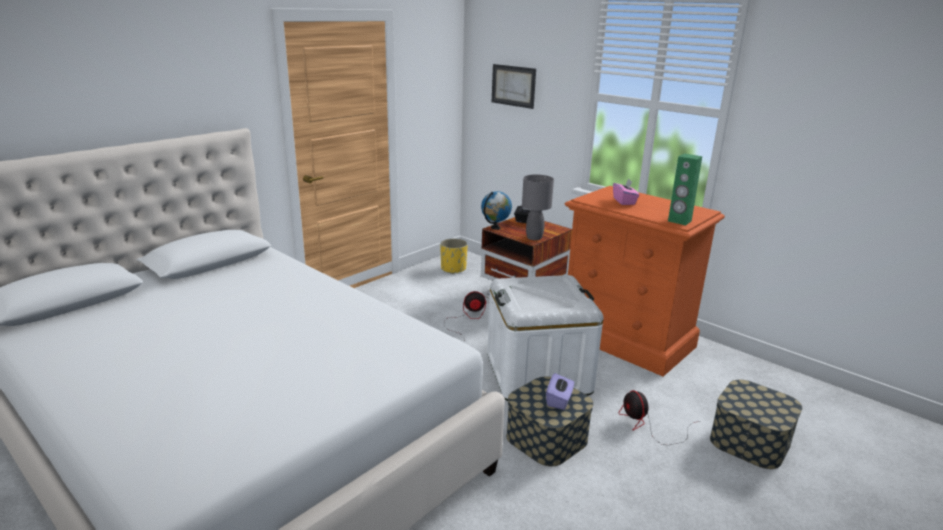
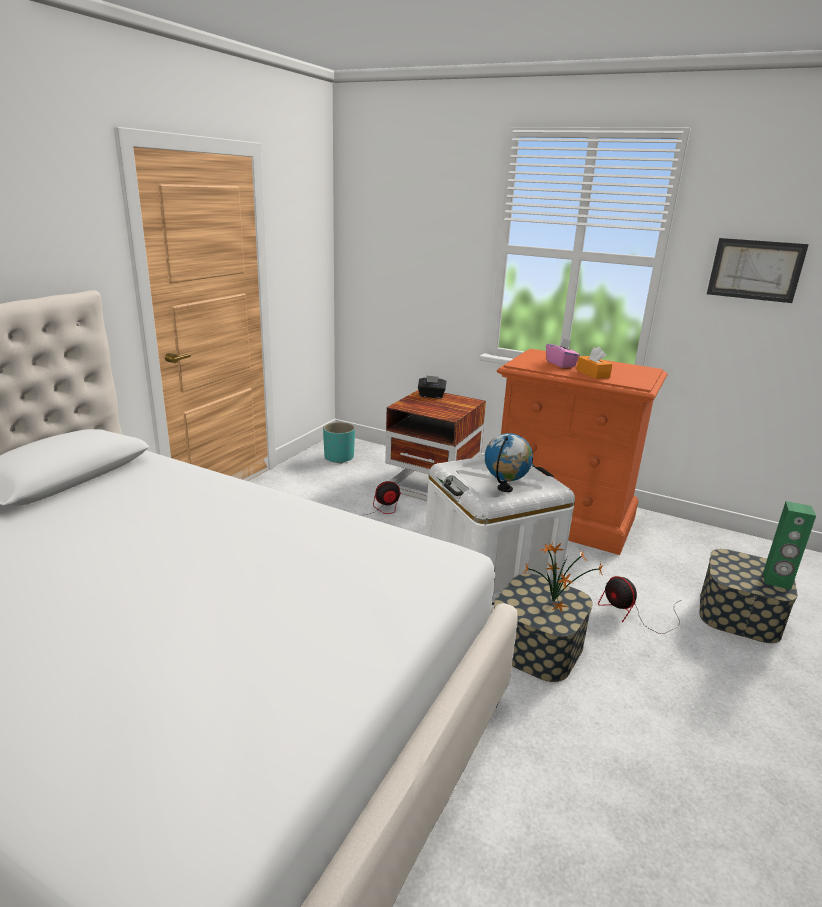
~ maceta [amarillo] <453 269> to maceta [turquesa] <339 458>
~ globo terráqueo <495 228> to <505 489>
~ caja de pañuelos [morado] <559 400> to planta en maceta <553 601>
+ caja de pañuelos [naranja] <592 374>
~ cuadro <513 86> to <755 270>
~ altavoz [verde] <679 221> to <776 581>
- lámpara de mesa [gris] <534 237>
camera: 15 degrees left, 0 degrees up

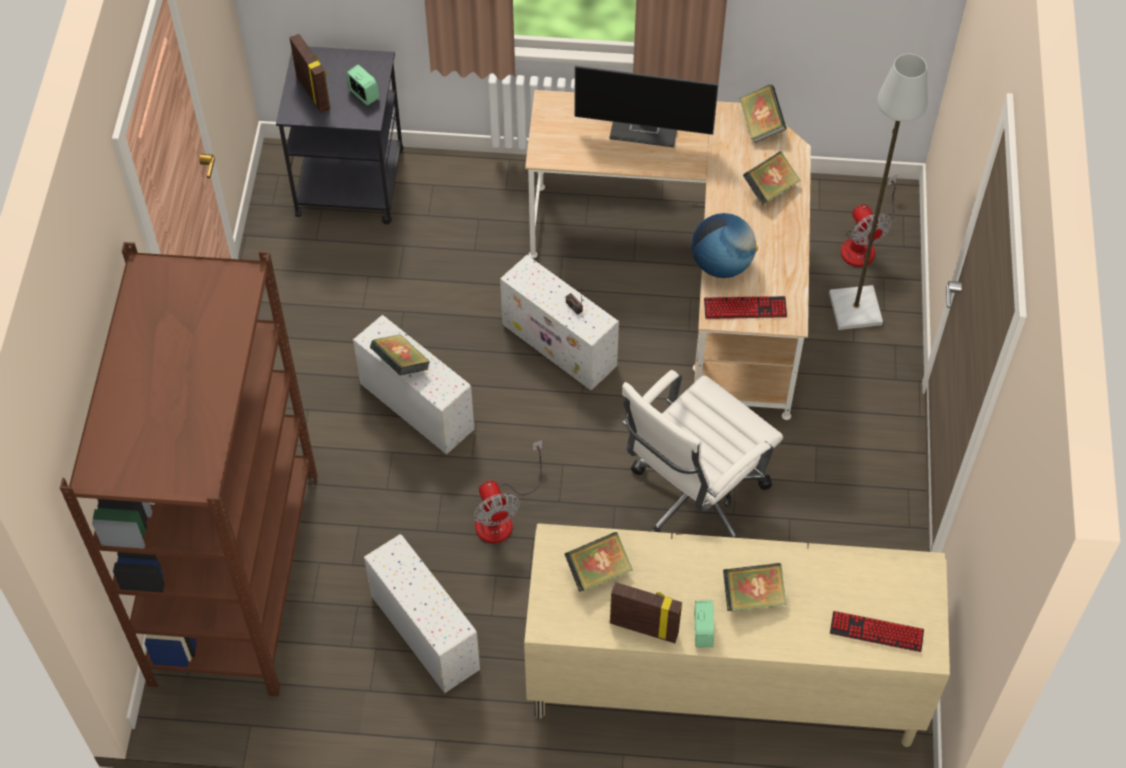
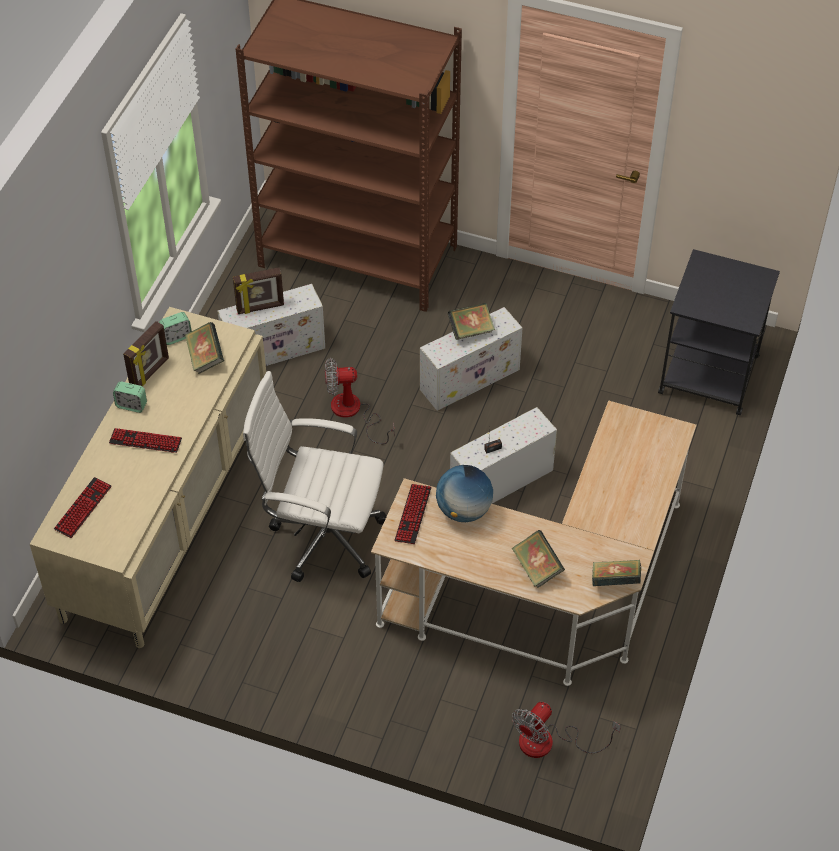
~ libro <753 596> to teclado <145 441>
~ despertador <364 95> to <176 337>
~ portarretratos <314 93> to <260 308>
~ silla de oficina [blanco] <693 501> = <322 537> 45 degrees counterclockwise
~ ventilador <863 243> = <549 742> 45 degrees counterclockwise
- monitor <646 128>
- lámpara de pie [gris] <854 308>
camera: 105 degrees right, 5 degrees down

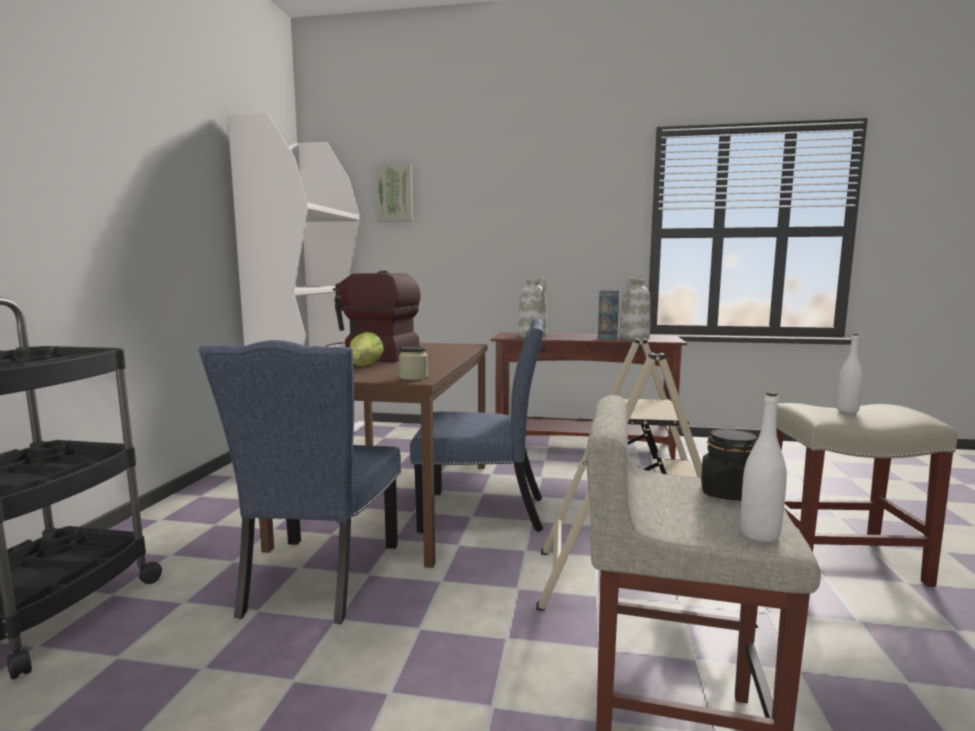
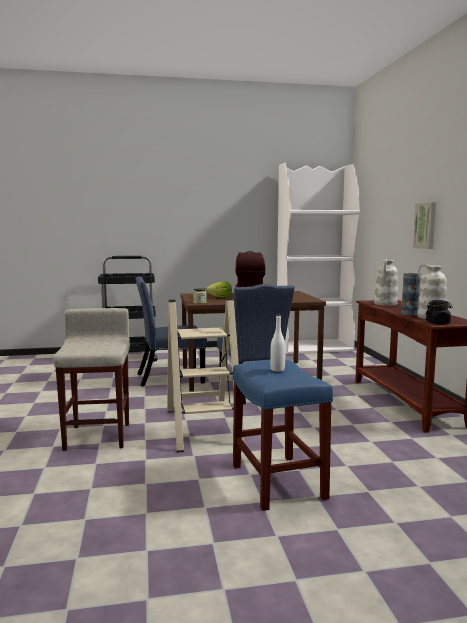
~ taburete [beis] <837 560> to taburete [azul] <276 481>
~ cuadro <395 194> to <426 225>
~ tarro [negro] <728 493> to <438 323>
- botella [blanco] <759 534>
camera: 70 degrees right, 0 degrees up

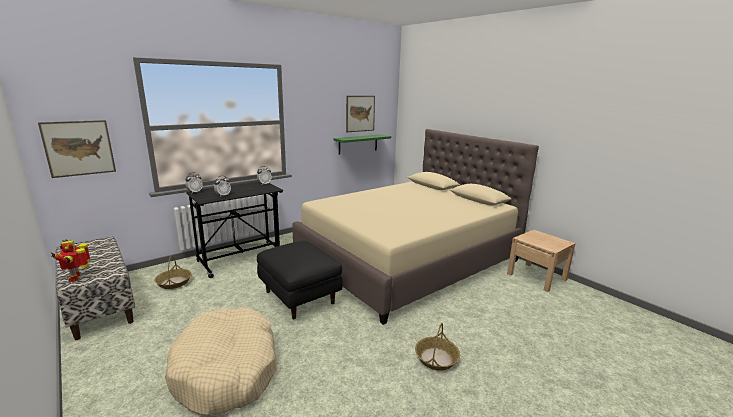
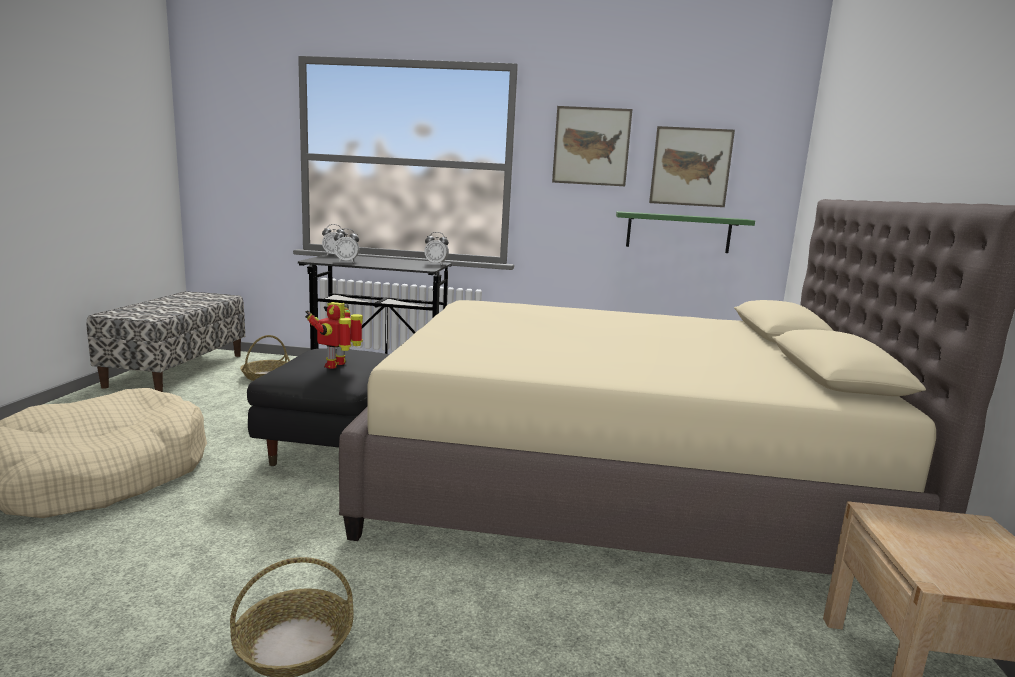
~ robot de juguete <76 277> to <337 365>
~ cuadro <79 148> to <591 146>
camera: 45 degrees right, 5 degrees down

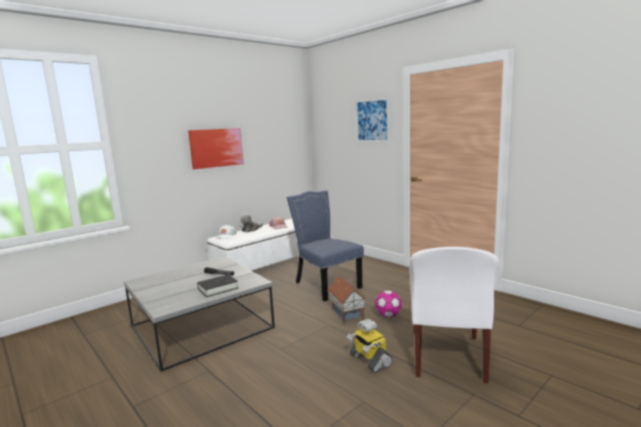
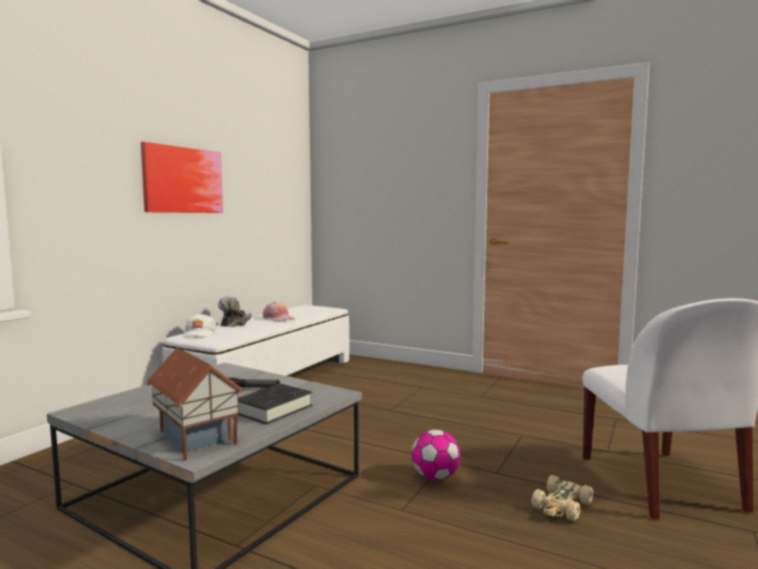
~ casita <346 315> to <194 438>
~ balón de fútbol <388 316> to <435 477>
~ robot de juguete <369 360> to coche de juguete [beis] <562 506>
- silla [azul] <327 286>
- cuadro <372 120>
camera: 20 degrees left, 5 degrees down

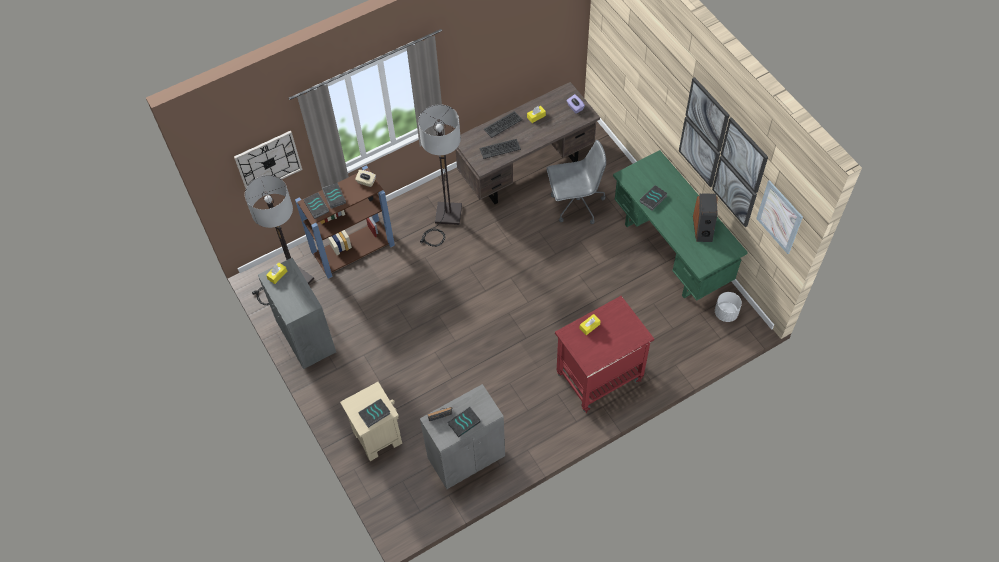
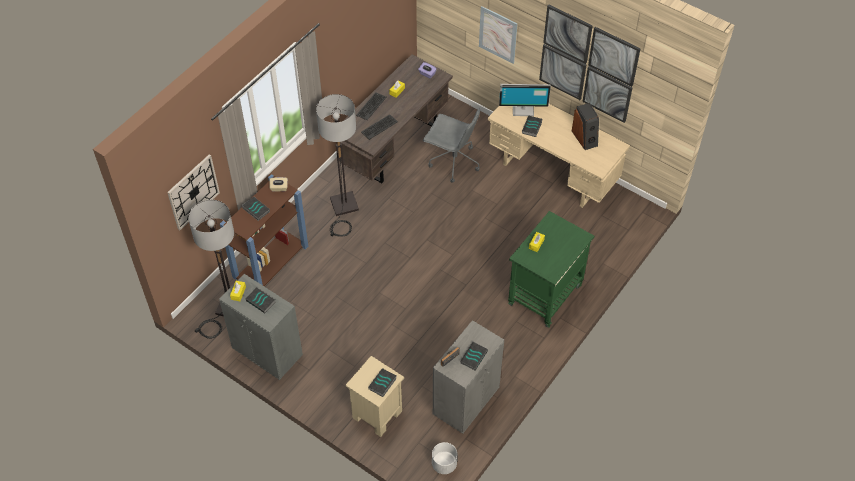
~ libro <317 207> to <261 301>
~ silla de oficina [gris] <575 205> = <452 162> 60 degrees clockwise
~ maceta [blanco] <725 313> to <444 464>
~ cuadro <779 217> to <498 34>
~ escritorio [verde] <671 252> to escritorio [beis] <553 174>
+ monitor <523 109>
~ carrito [rojo] <598 378> to carrito [verde] <544 296>
camera: 25 degrees left, 5 degrees down

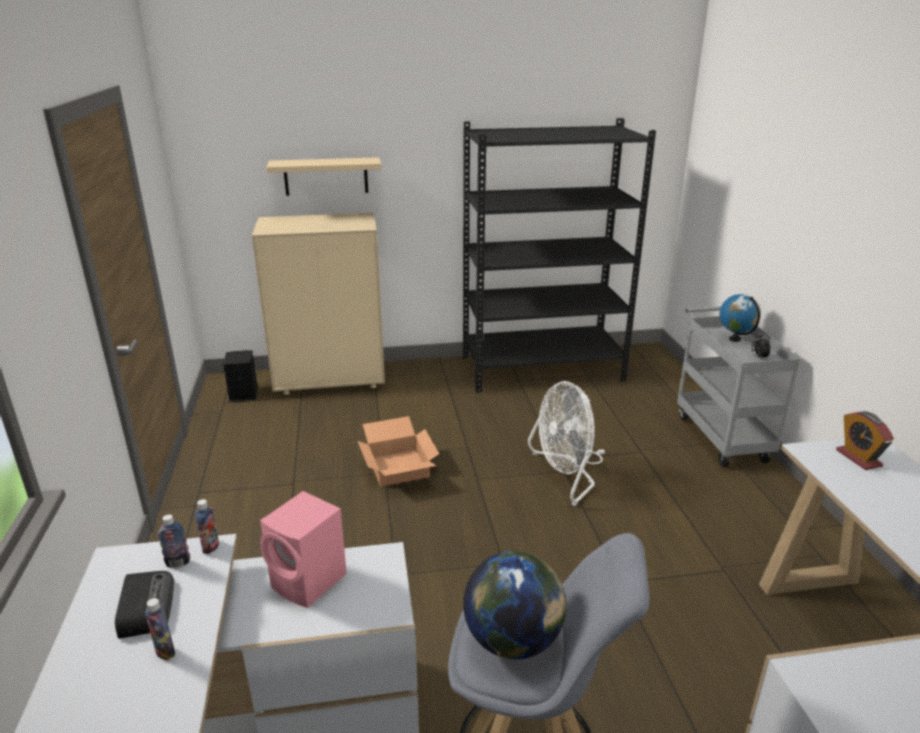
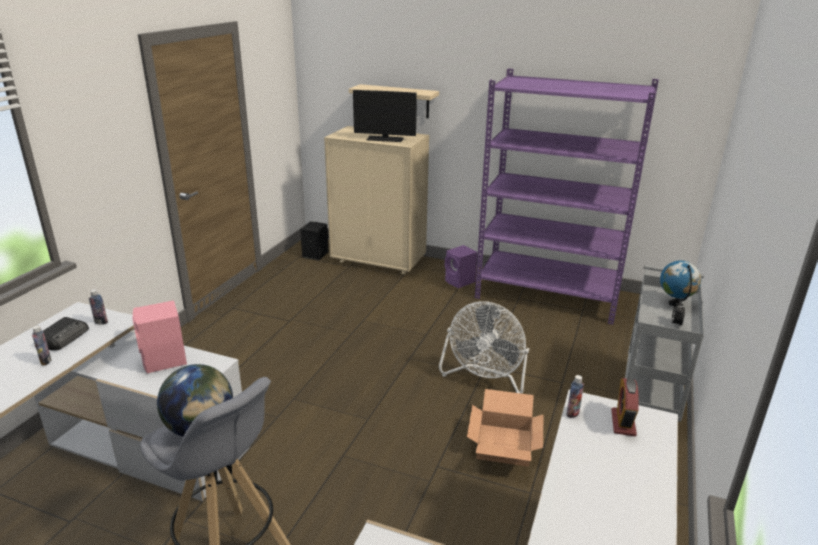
+ monitor <385 139>
~ ventilador [blanco] <568 472> = <483 377> 75 degrees counterclockwise
+ altavoz [morado] <460 282>
~ caja de cartón <400 467> to <505 445>
~ estantería [negro] <542 369> to estantería [morado] <548 295>
~ botella <211 547> to <572 413>
camera: 30 degrees right, 0 degrees up

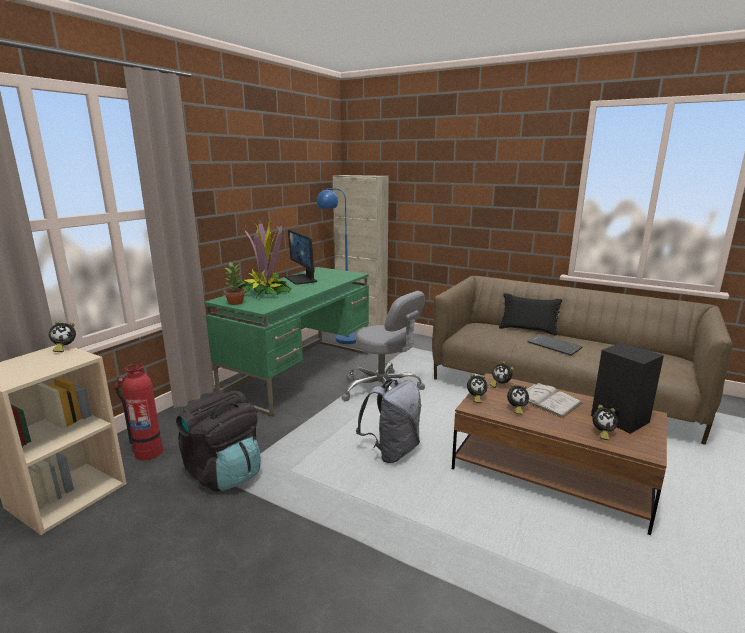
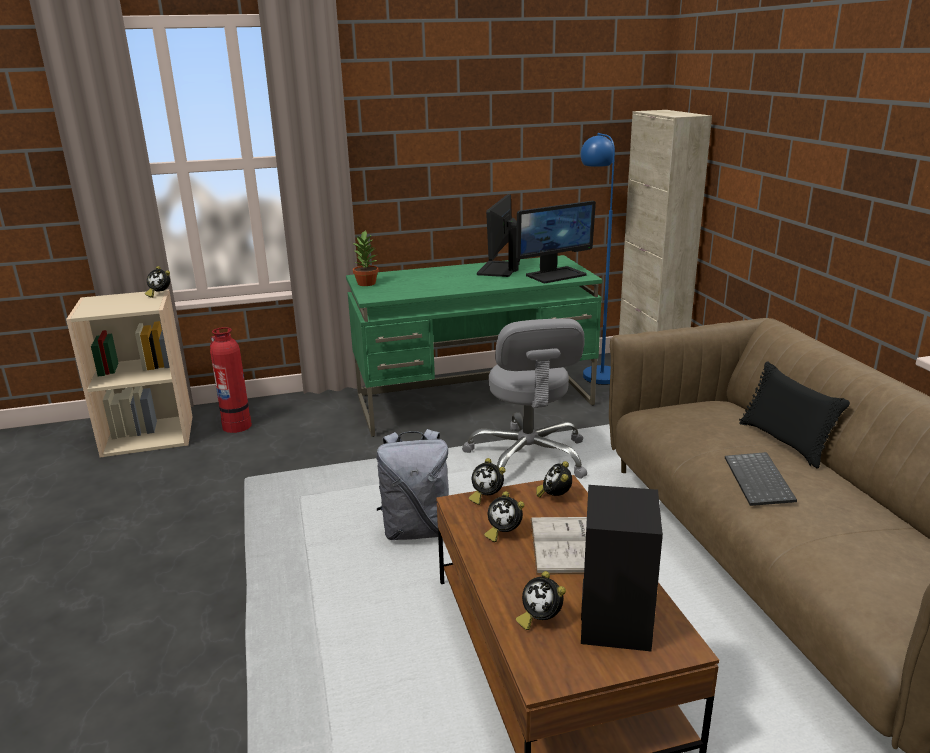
+ monitor <555 275>
- mochila [negro] <224 473>
- planta en maceta <265 292>
camera: 45 degrees right, 5 degrees up

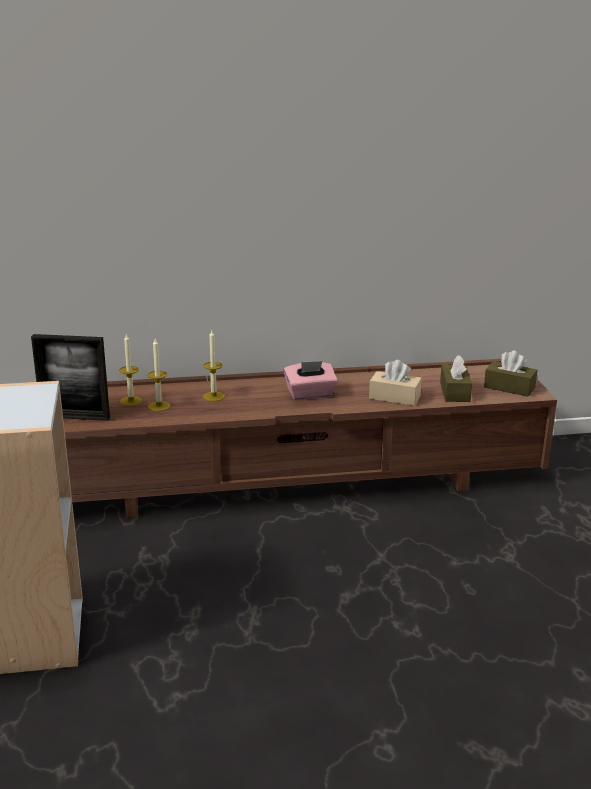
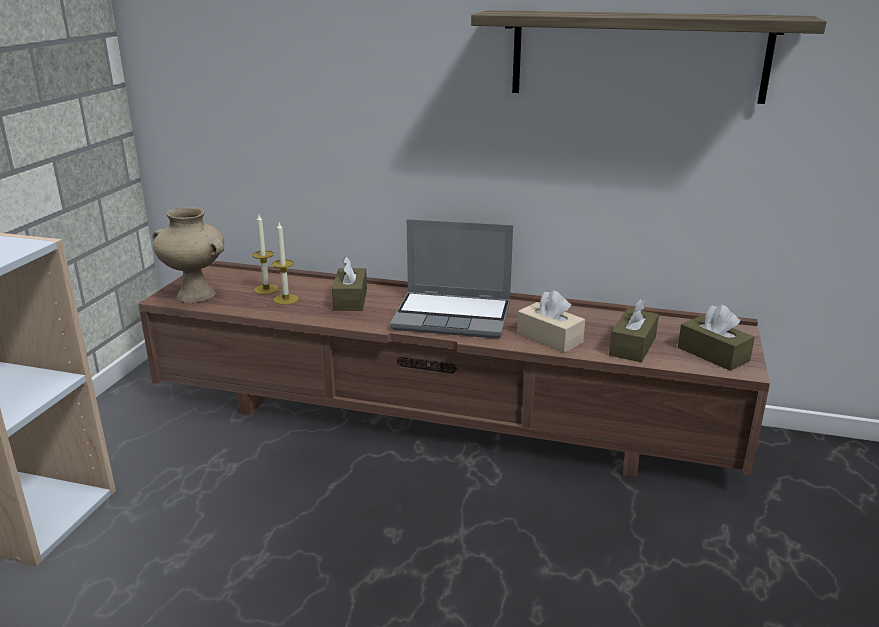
~ portarretratos <75 417> to florero [beis] <197 295>
~ vela <213 396> to caja de pañuelos [marrón] <350 299>
~ caja de pañuelos [rosa] <310 394> to portátil <454 316>
+ estante <638 56>
camera: 25 degrees right, 0 degrees up

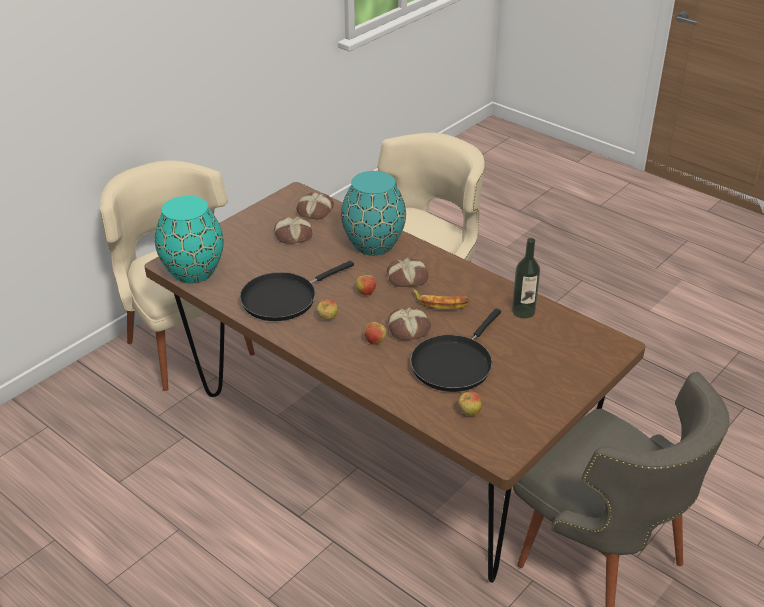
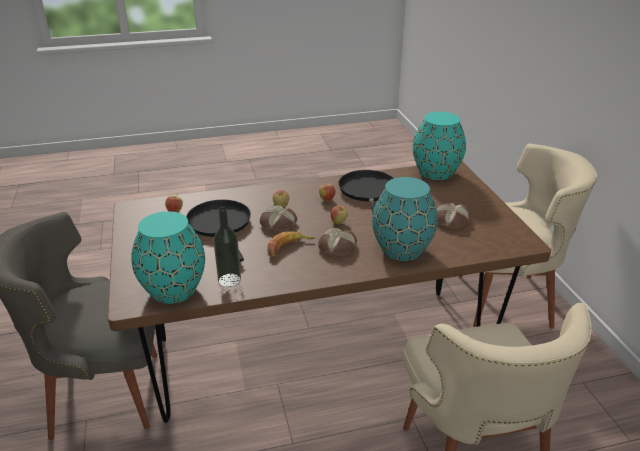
+ florero [turquesa] <172 290>
- pan <314 210>
camera: 125 degrees right, 5 degrees down

